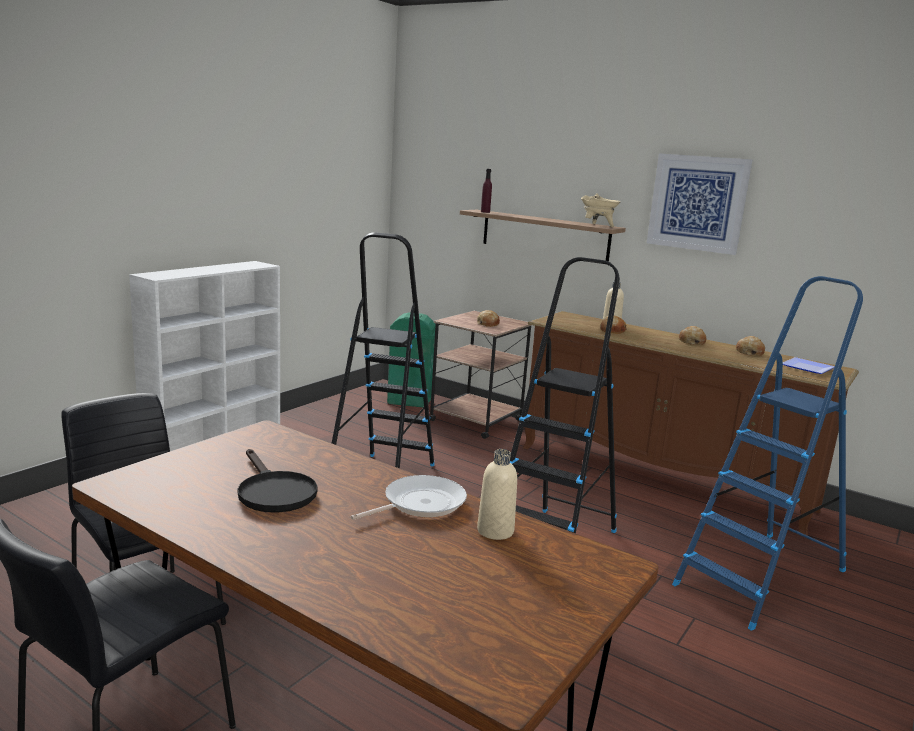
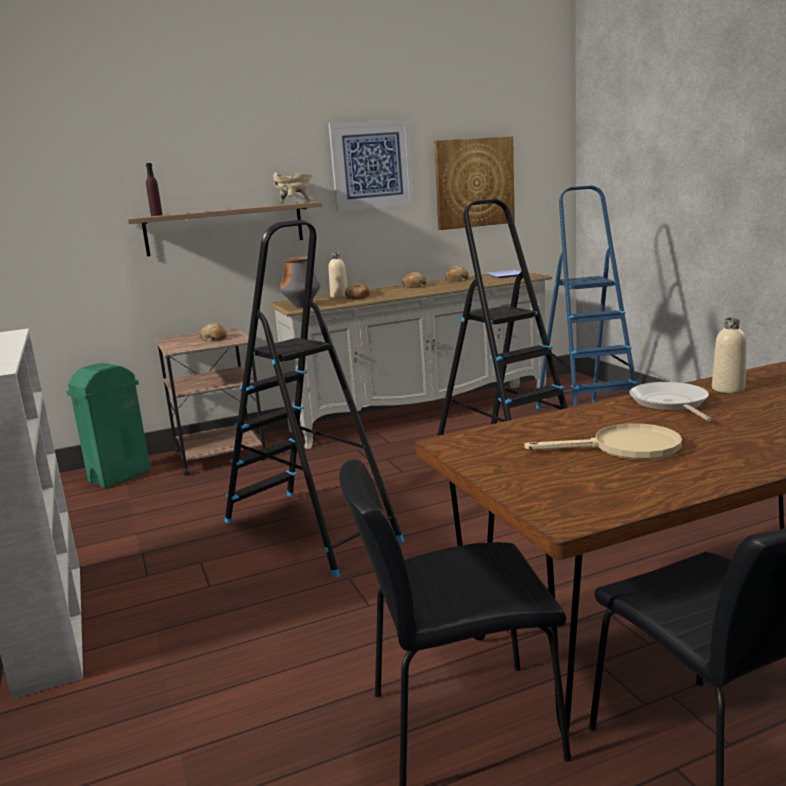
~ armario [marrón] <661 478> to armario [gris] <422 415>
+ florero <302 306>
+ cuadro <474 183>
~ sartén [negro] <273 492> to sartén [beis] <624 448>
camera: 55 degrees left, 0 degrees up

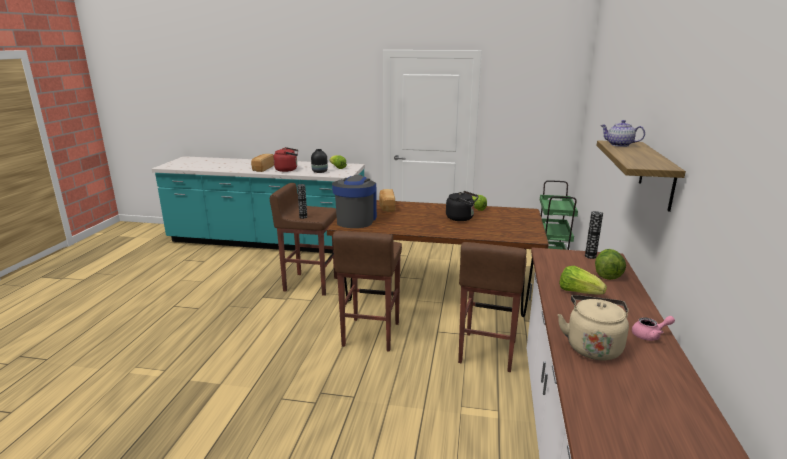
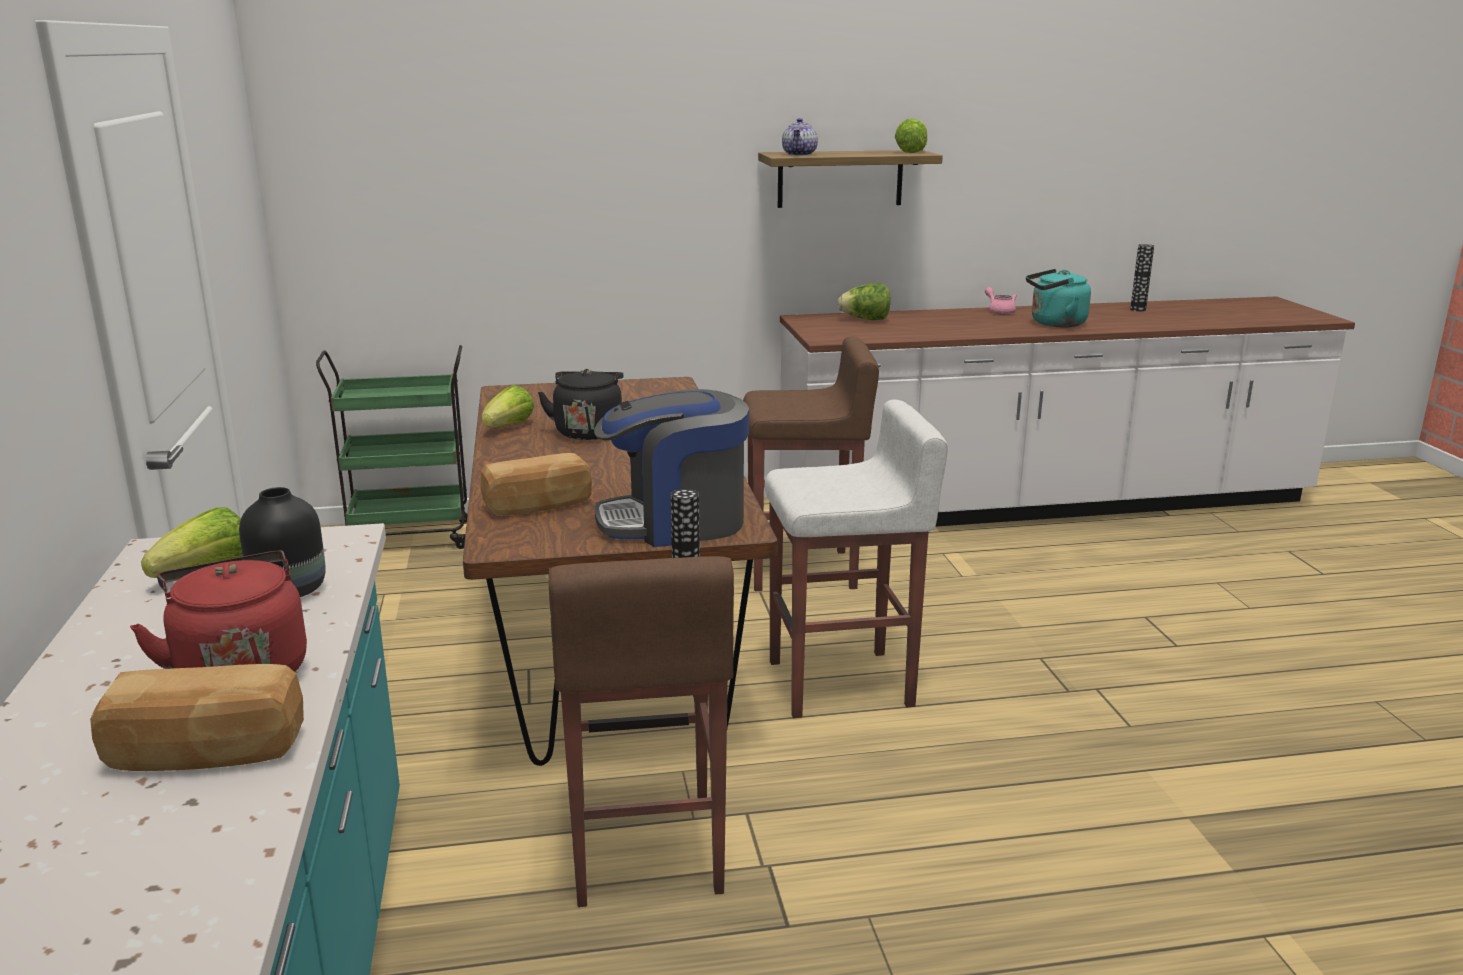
~ taburete [marrón] <370 334> to taburete [blanco] <843 684>
~ lechuga <578 292> to <912 152>
~ hervidor [beis] <592 346> to hervidor [turquesa] <1054 324>
~ florero <590 256> to <1138 309>
camera: 110 degrees left, 0 degrees up

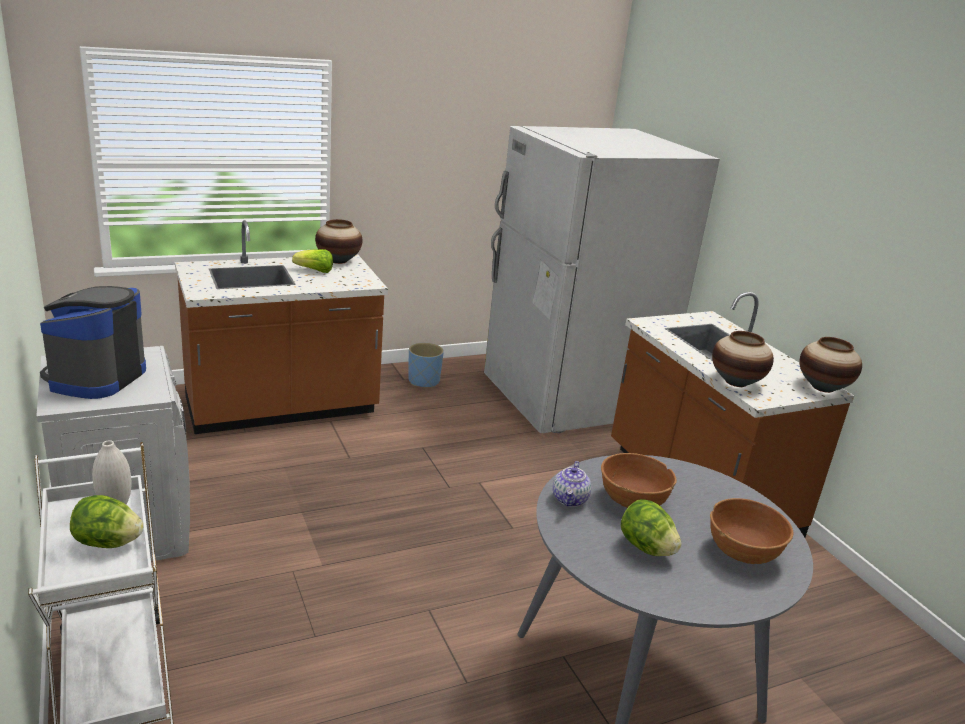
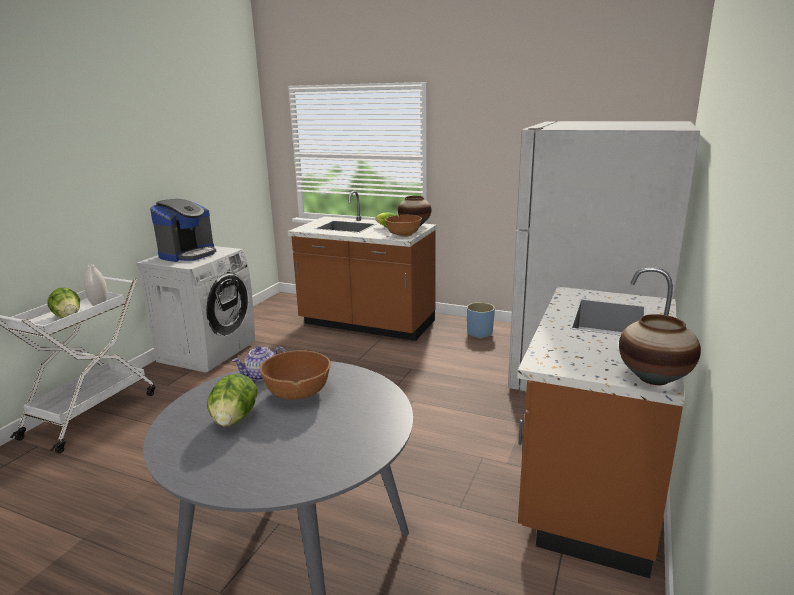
~ cafetera <96 377> = <188 254> 150 degrees clockwise
~ cuenco [marrón] <743 551> to <403 234>
- florero <735 382>
camera: 50 degrees right, 5 degrees down

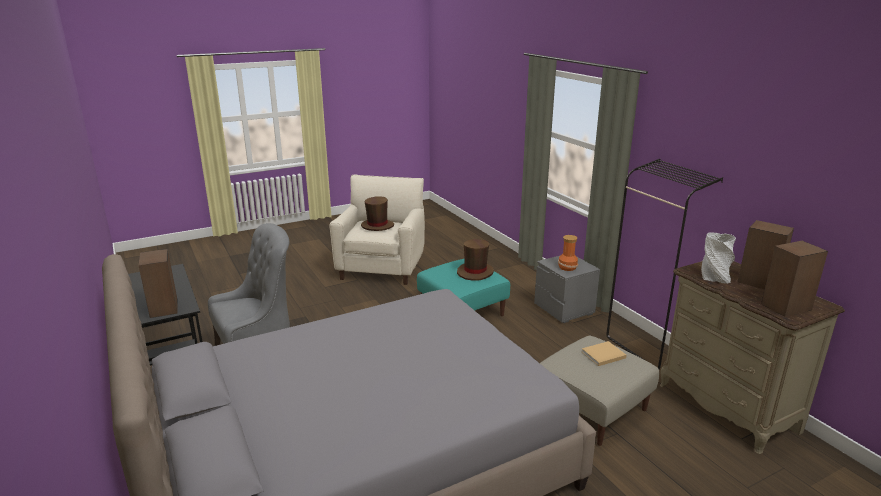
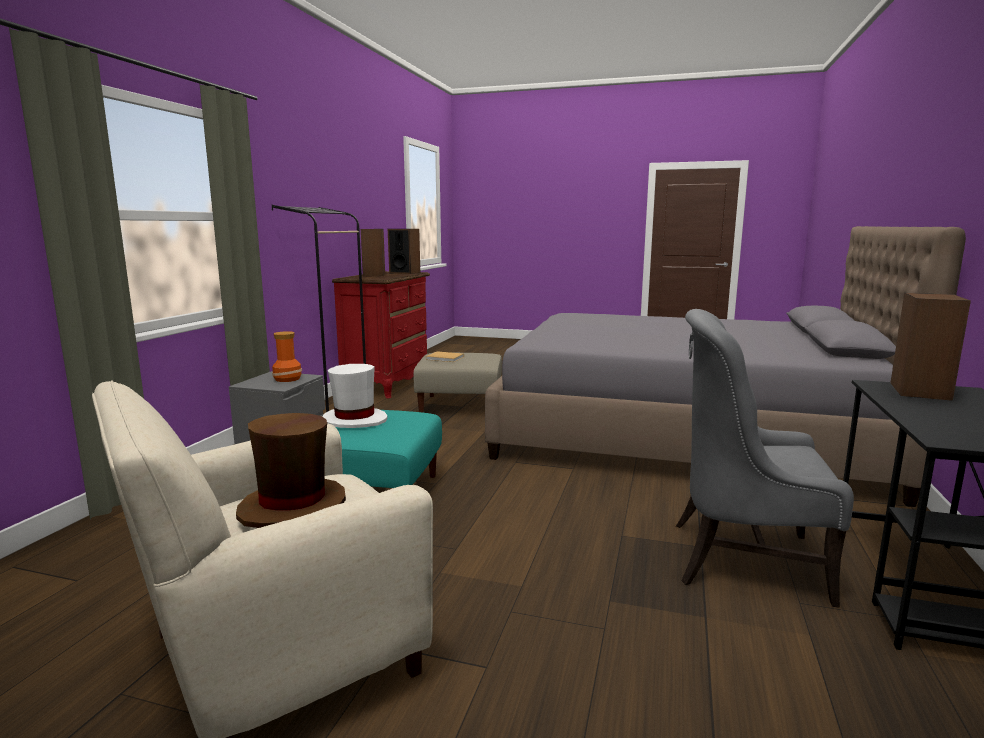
~ sombrero [marrón] <475 272> to sombrero [blanco] <354 420>
~ cómoda [beis] <725 408> to cómoda [rojo] <389 384>
- florero [gris] <714 277>
camera: 135 degrees left, 10 degrees down

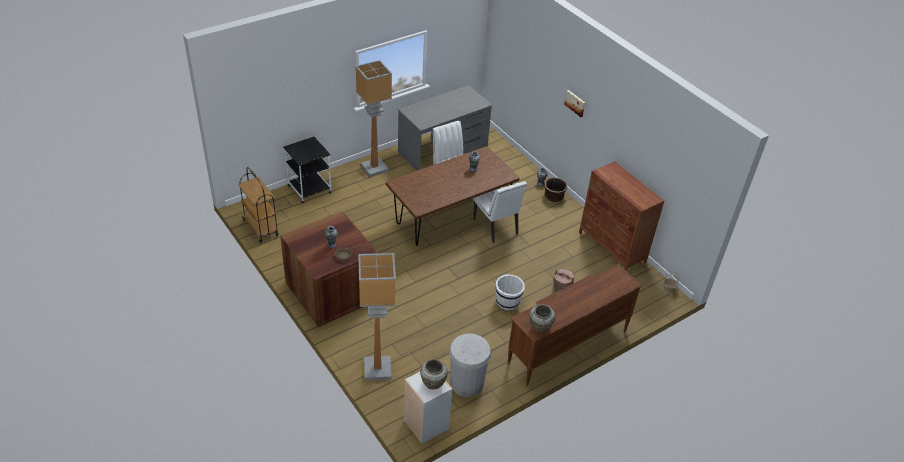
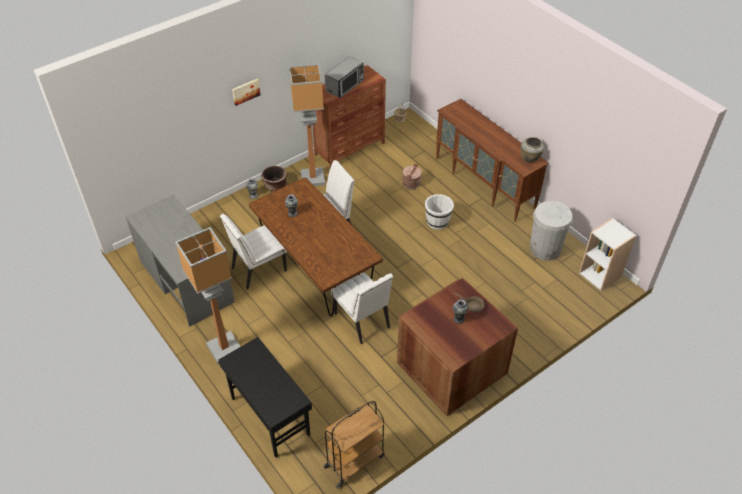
~ carrito [negro] <310 189> to mesa consola [negro] <269 416>
~ lámpara de pie <378 369> to <313 178>
+ microondas <345 86>
+ silla [blanco] <361 320>
- florero [beis] <433 382>
camera: 90 degrees left, 5 degrees up

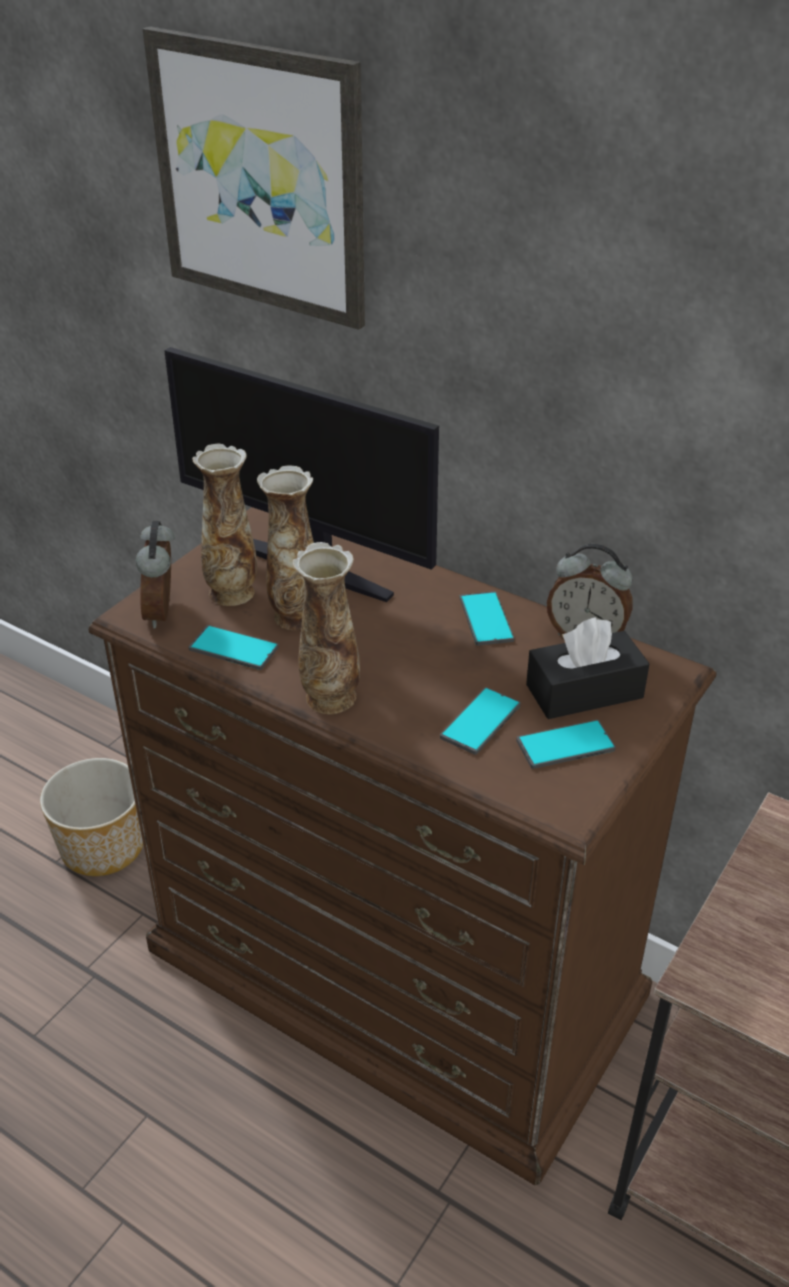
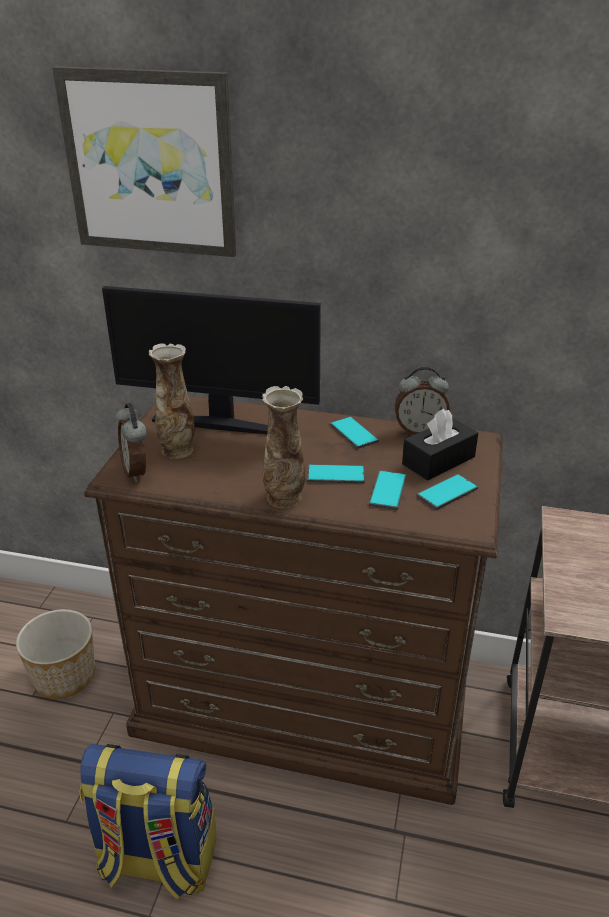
+ mochila <157 860>
~ móvil <233 649> to <335 475>
- florero <295 615>
camera: 20 degrees left, 5 degrees down

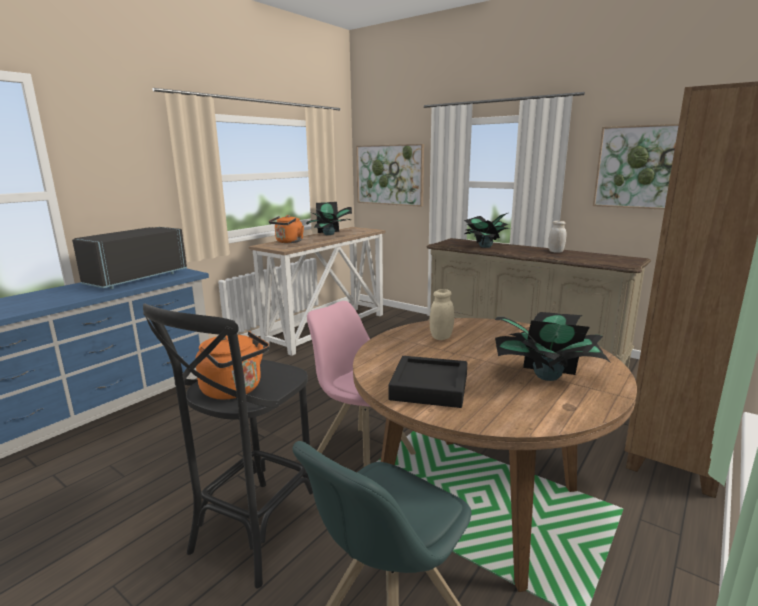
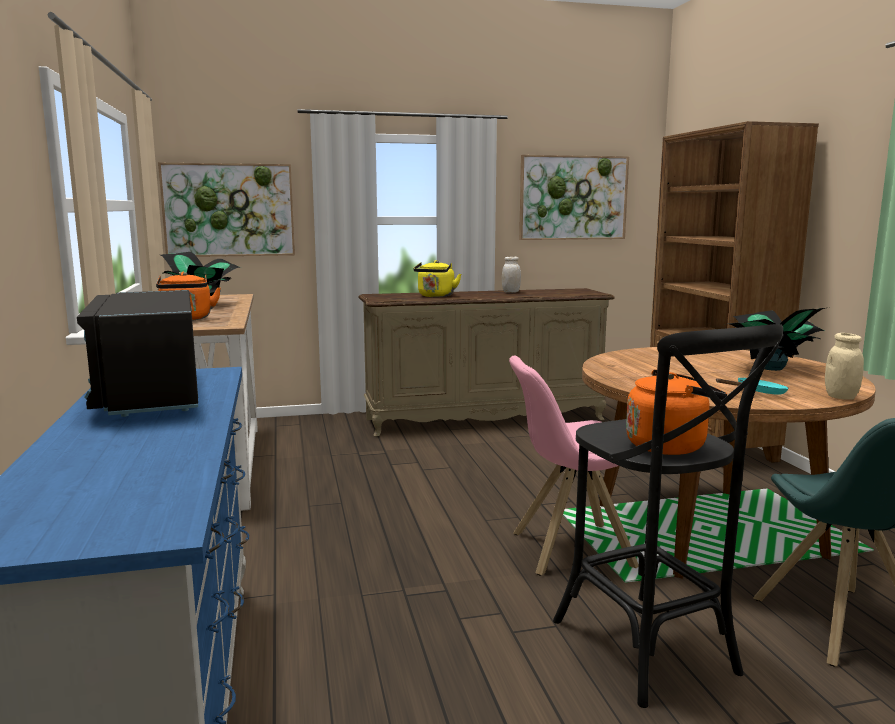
~ planta en maceta <485 247> to hervidor [amarillo] <435 296>
~ bandeja [negro] <429 387> to sartén [turquesa] <757 393>
~ tarro [beis] <441 337> to <840 397>
camera: 50 degrees left, 5 degrees down

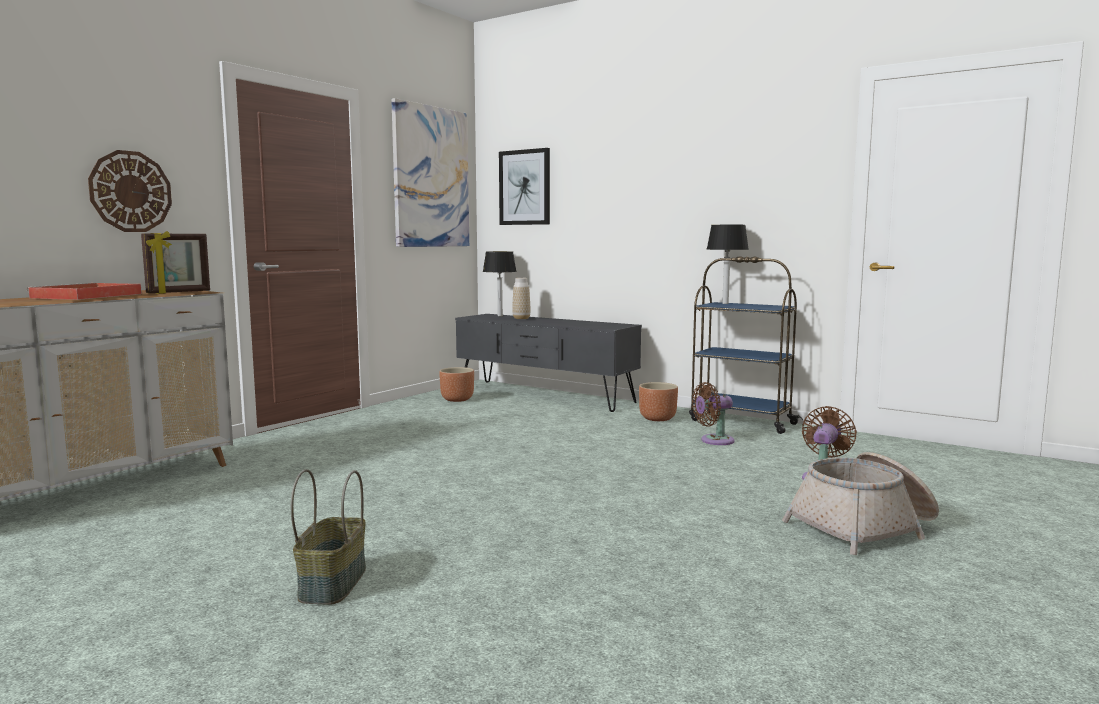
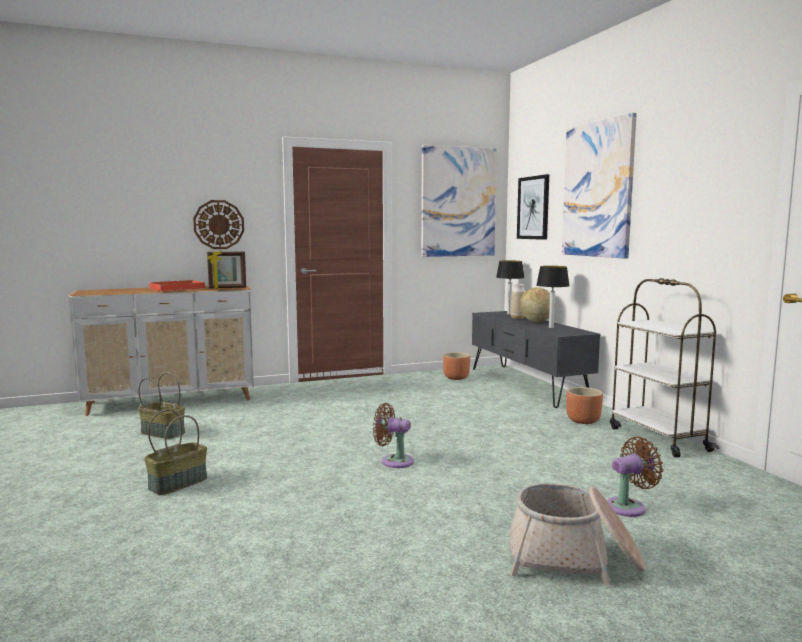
+ cesta <163 432>
~ ventilador [marrón] <714 441> to <394 461>
+ globo terráqueo <536 321>
~ lámpara de mesa <724 303> to <550 327>
+ cuadro <597 189>
~ carrito [azul] <741 422> to carrito [blanco] <657 438>
camera: 35 degrees right, 0 degrees up

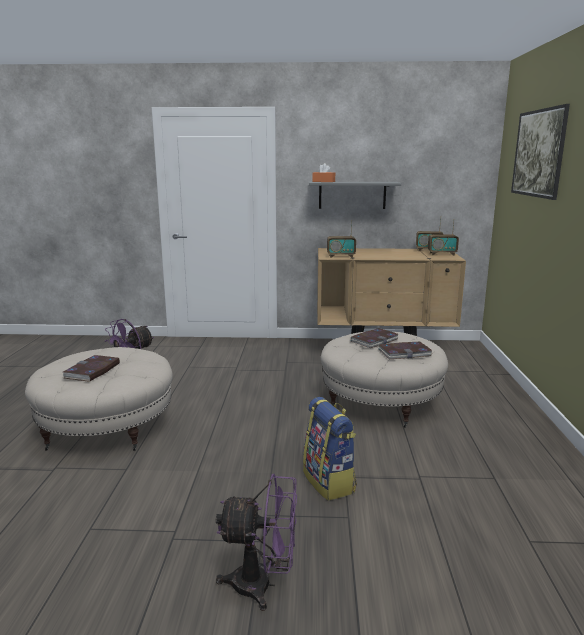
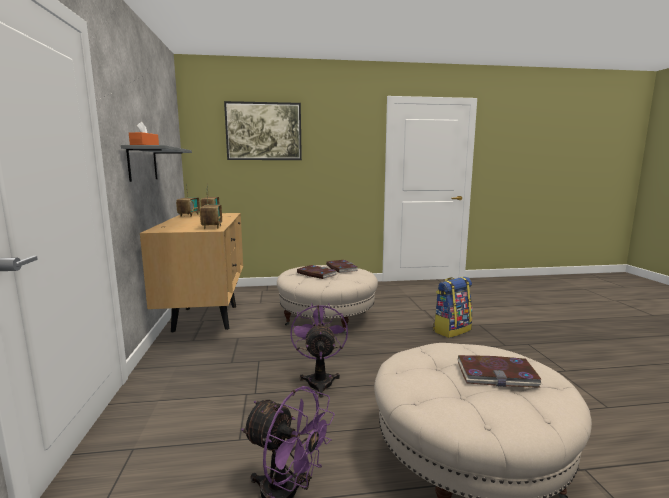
~ ventilador [morado] <262 585> to <320 380>
camera: 100 degrees left, 5 degrees down

